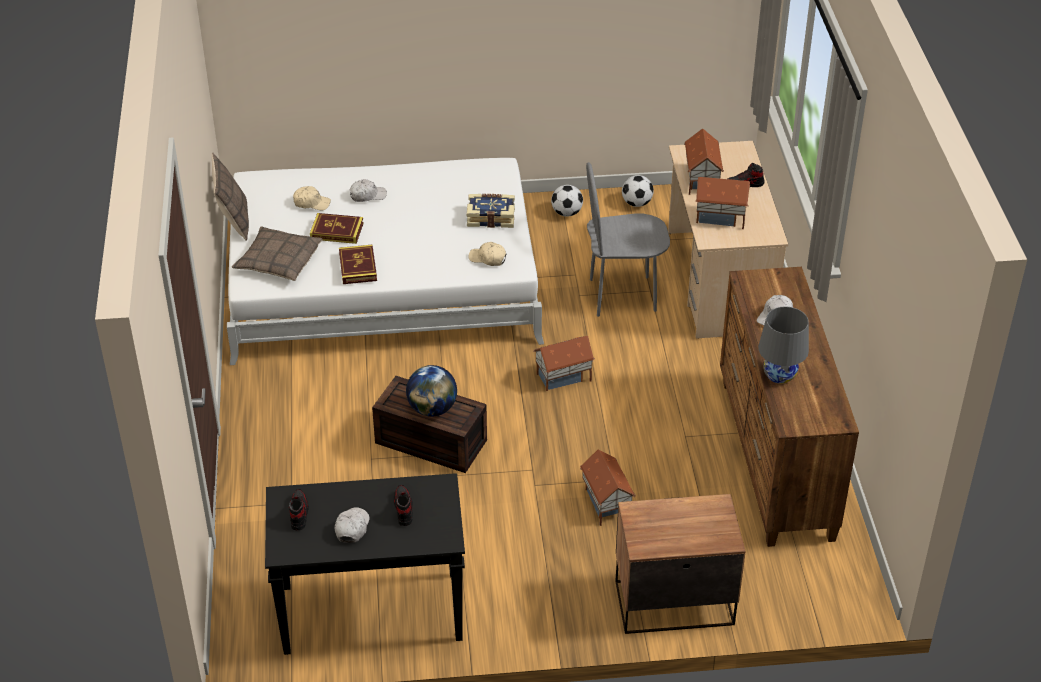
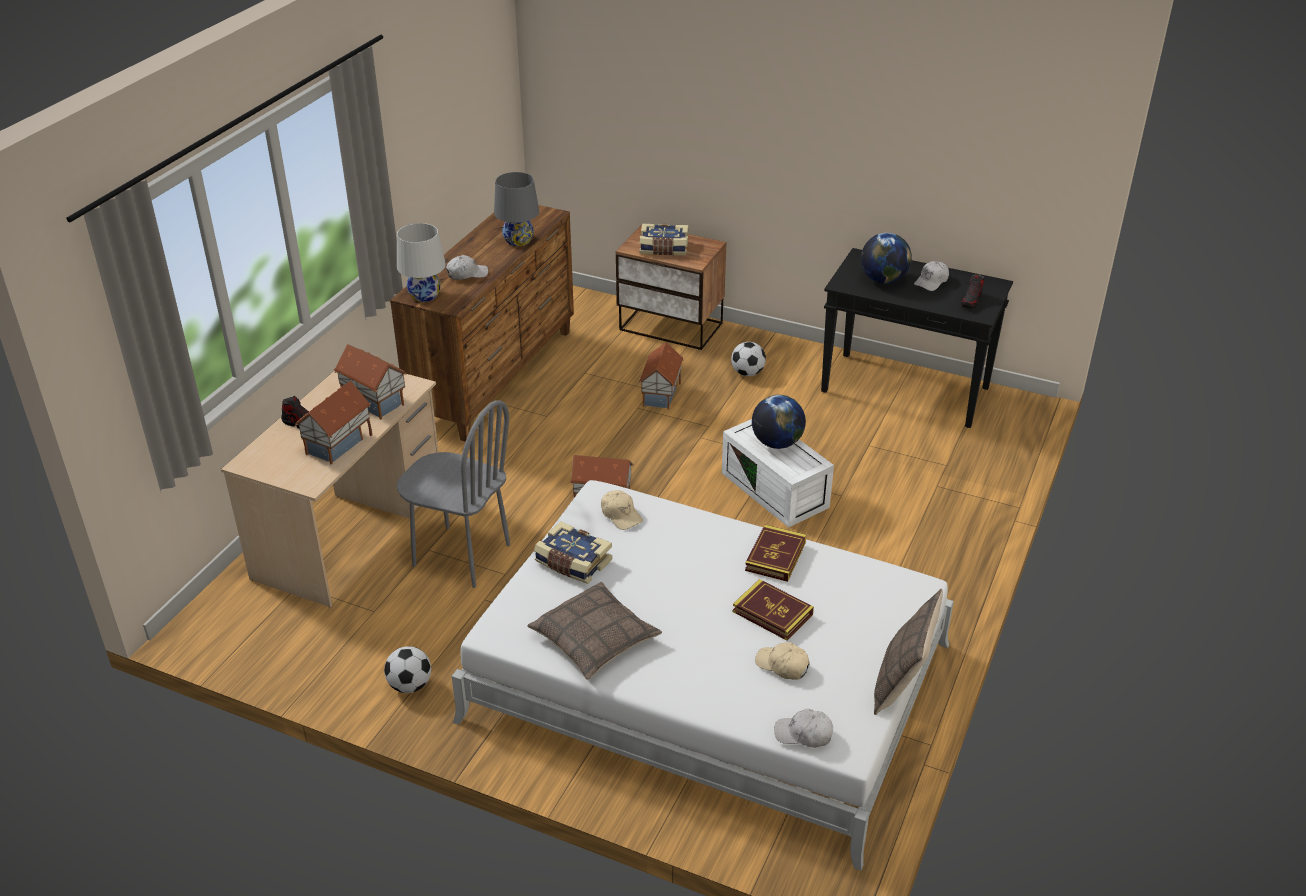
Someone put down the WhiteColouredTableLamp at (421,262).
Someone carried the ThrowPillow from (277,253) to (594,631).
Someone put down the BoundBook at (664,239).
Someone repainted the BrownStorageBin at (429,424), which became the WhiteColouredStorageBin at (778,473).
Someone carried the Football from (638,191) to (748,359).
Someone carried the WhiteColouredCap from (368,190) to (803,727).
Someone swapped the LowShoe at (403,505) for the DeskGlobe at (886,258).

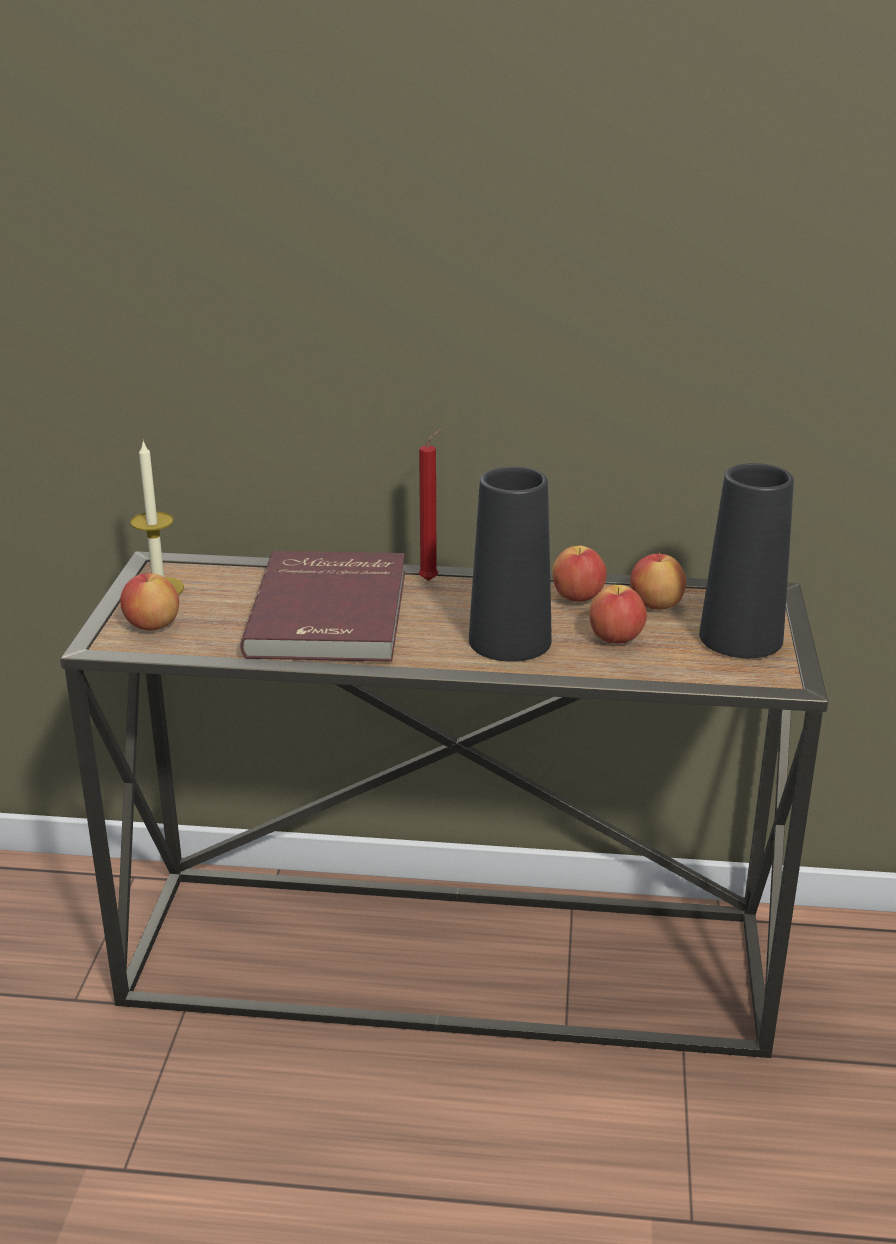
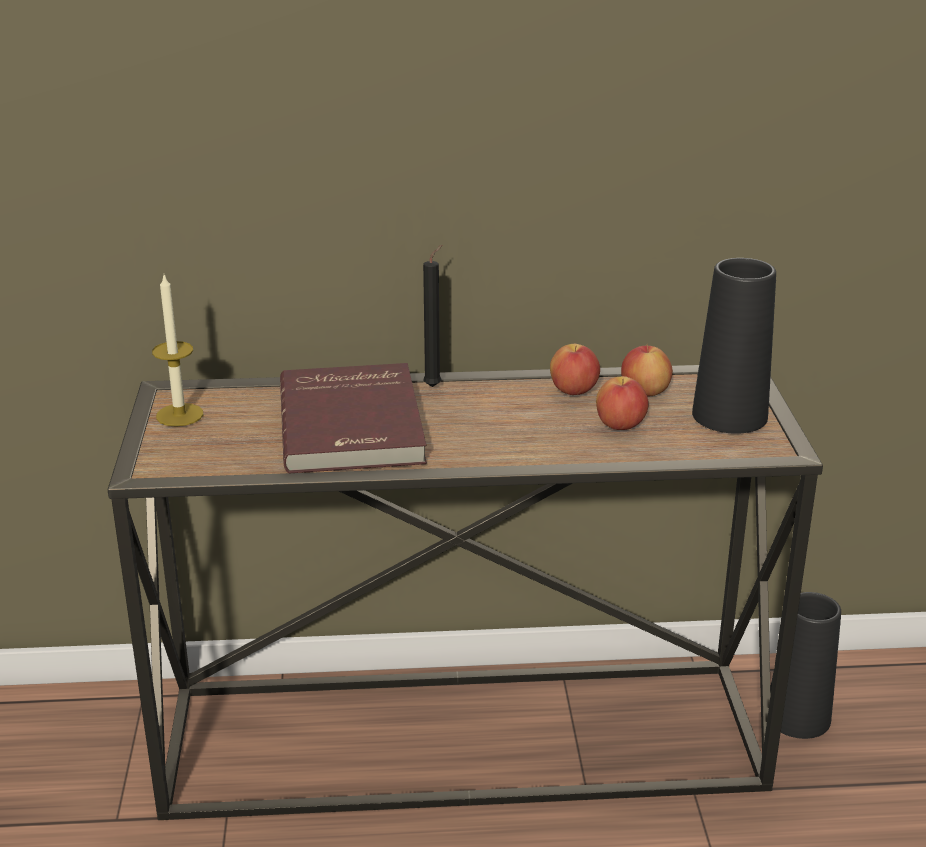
Someone repainted the RedColouredCandle at (430,505), which became the BlackColouredCandle at (433,316).
Someone carried the BlackColouredDecorativeVase from (510,564) to (805,665).
Someone took away the WholeApple at (149,601).

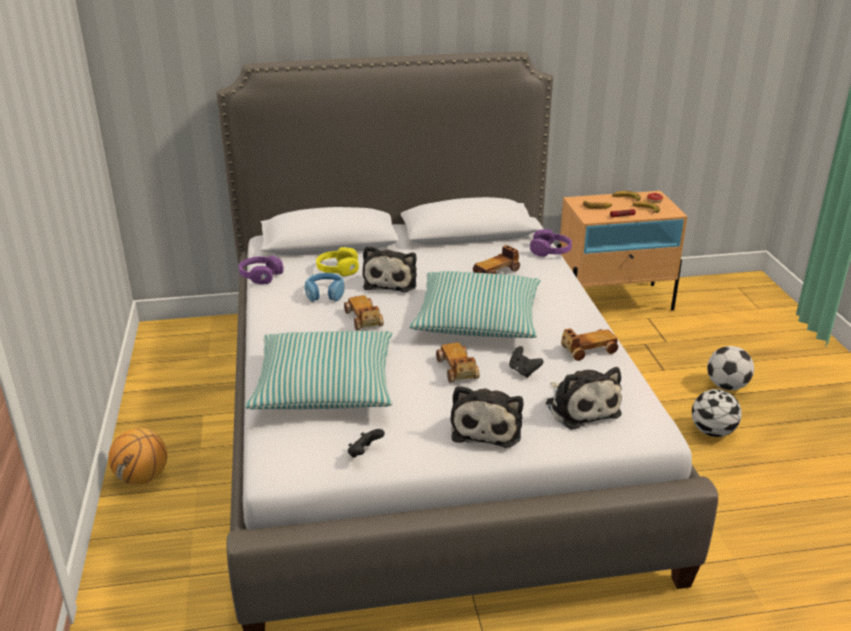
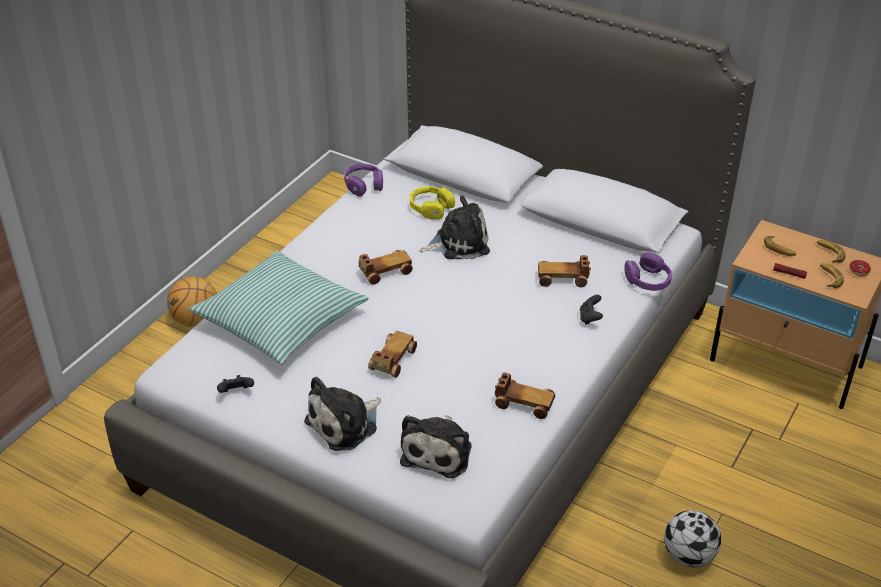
Someone rotated the ModelCar at (364,312) by 45 degrees clockwise.
Someone rotated the PlushToy at (390,269) by 150 degrees counterclockwise.
Someone carried the BlackColouredJoypad from (526,362) to (591,310).
Someone took away the BluishHeadset at (325,287).
Someone took away the ThrowPillow at (475,304).
Someone took away the Football at (730,368).

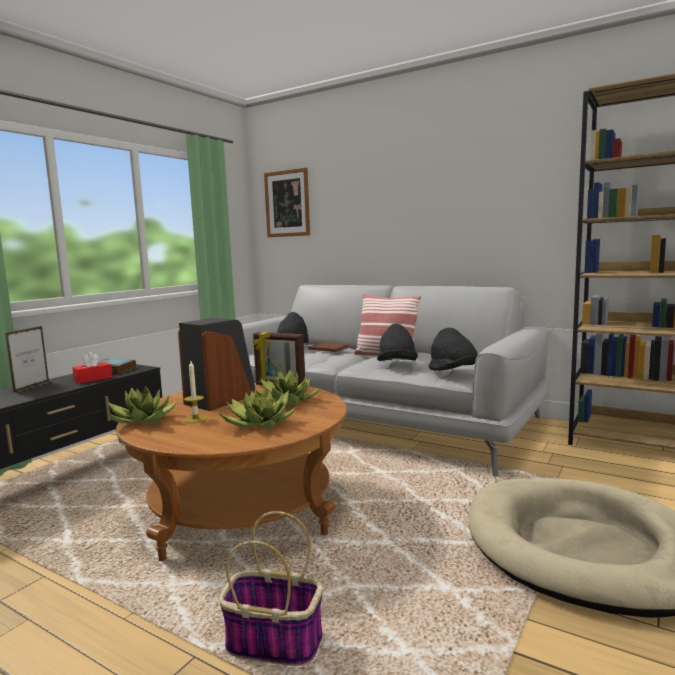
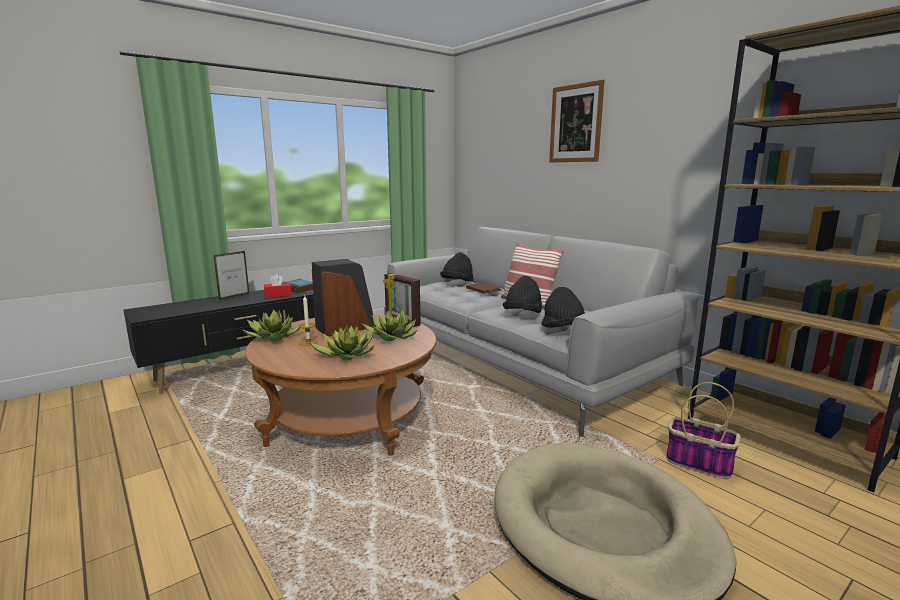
Someone carried the WallArt from (287,202) to (576,121).
Someone carried the Basket from (271,588) to (703,430).

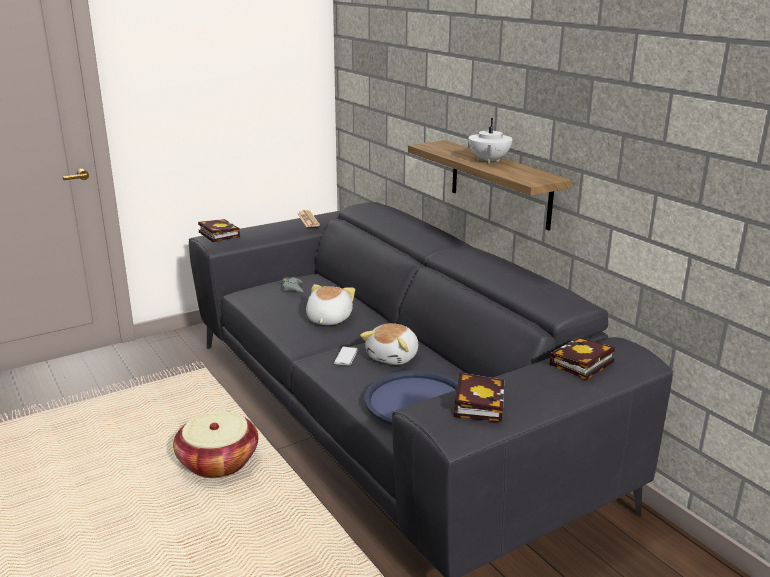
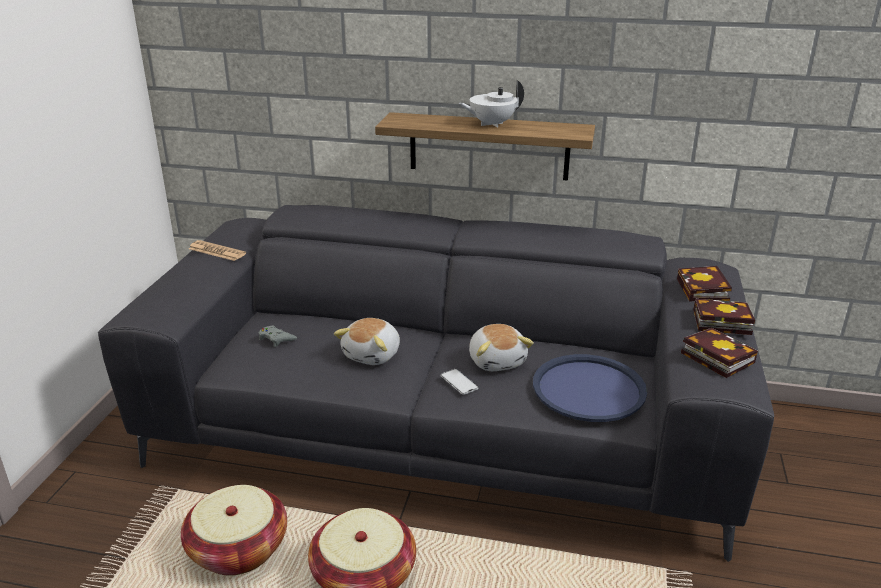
Someone put down the Basket at (234,530).
Someone rotated the PlushToy at (330,304) by 120 degrees counterclockwise.
Someone rotated the WhiteColouredPotForTea at (490,141) by 105 degrees clockwise.
Someone carried the BoundBook from (219,230) to (724,317).

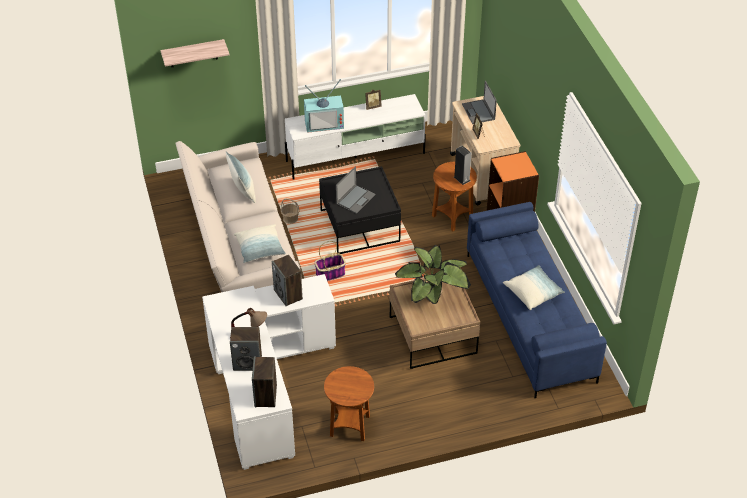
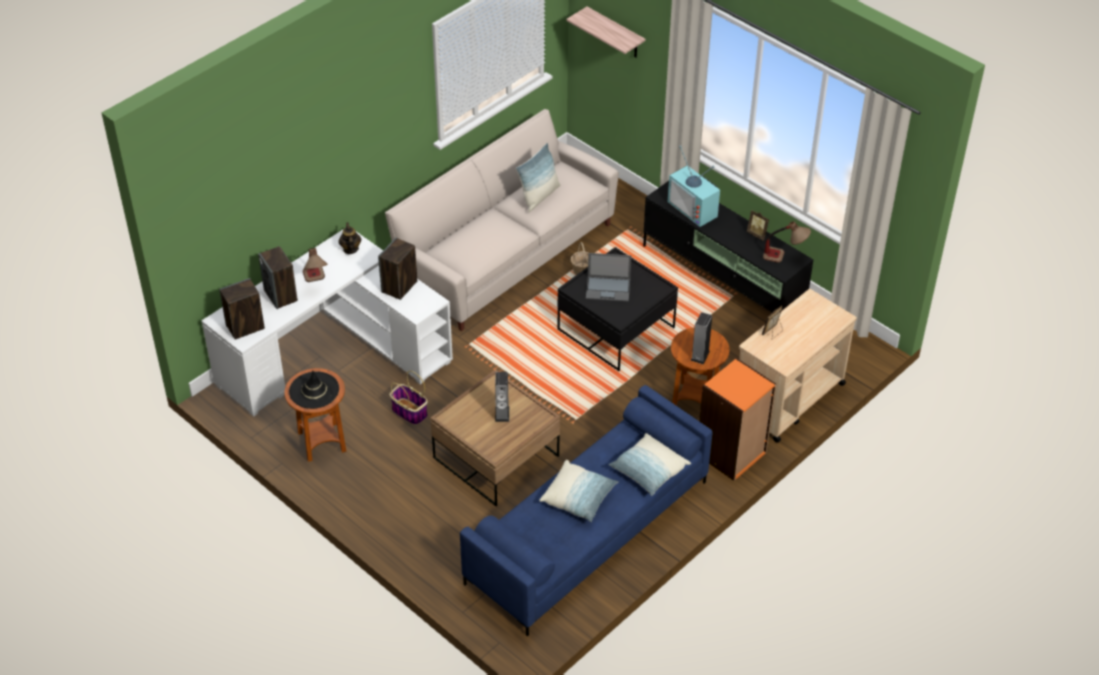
Someone put down the BlackColouredHat at (314,390).
Someone put down the PotForTea at (350,238).
Someone carried the Basket from (330,261) to (409,398).
Someone swapped the PlantInAPot at (433,274) for the Speaker at (502,397).
Someone carried the ThrowPillow from (260,243) to (650,464).
Someone repainted the WhiteColouredMediaConsole at (355,137), which became the BlackColouredMediaConsole at (728,247).
Someone put down the TableLamp at (787,242).
Someone took away the PortableComputer at (479,102).

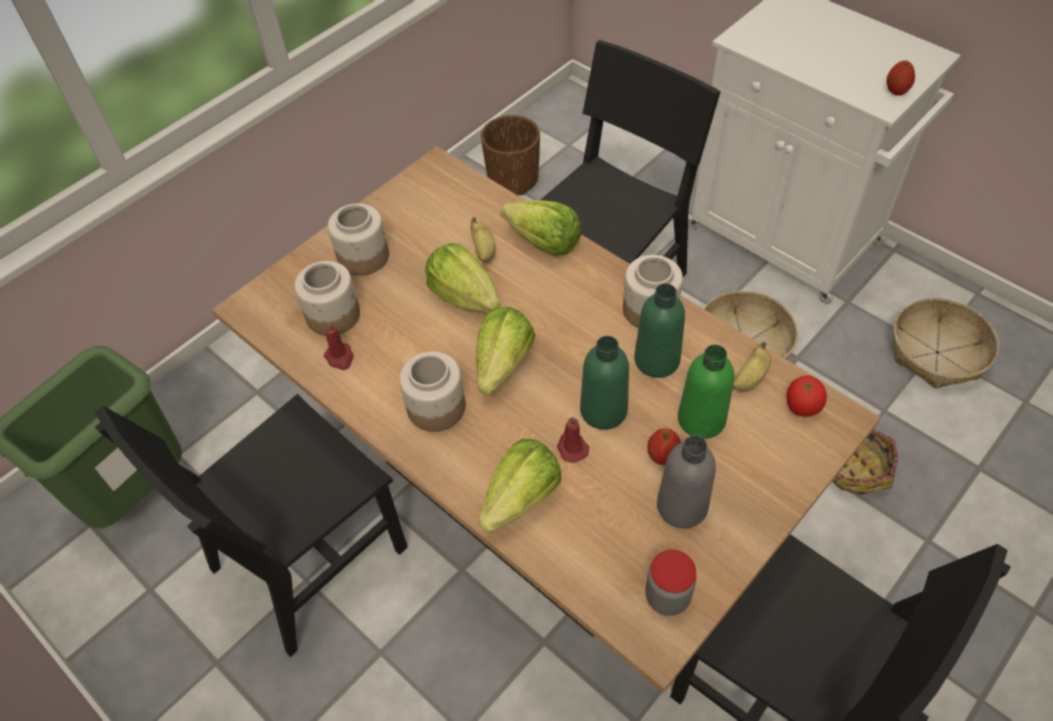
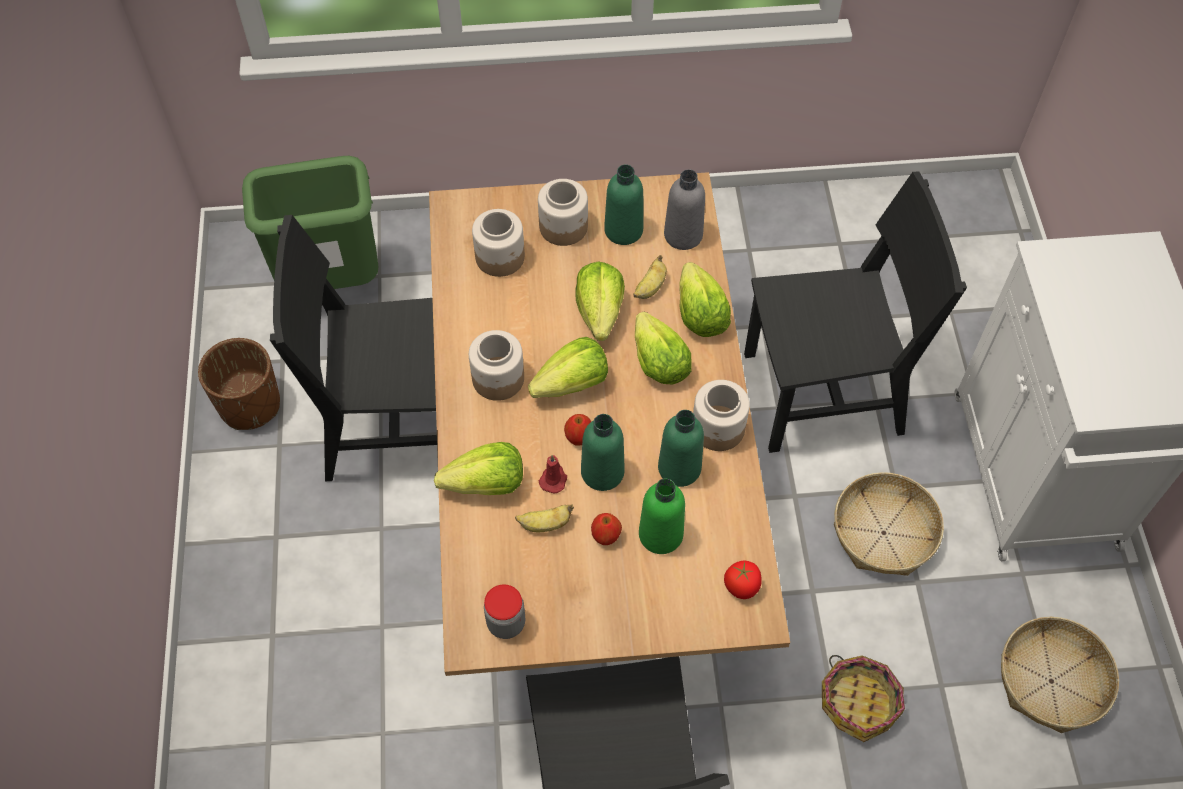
Someone carried the BrownPlantPot from (510,155) to (239,384).
Someone carried the BananaFruit from (752,366) to (544,518).
Someone carried the WholeApple from (901,77) to (577,430).
Someone put down the GreenishBeverageBottle at (623,204).
Someone put down the Lettuce at (663,348).
Someone carried the GreyBeverageBottle from (686,481) to (684,209).
Someone took away the RedColouredCandle at (338,346).

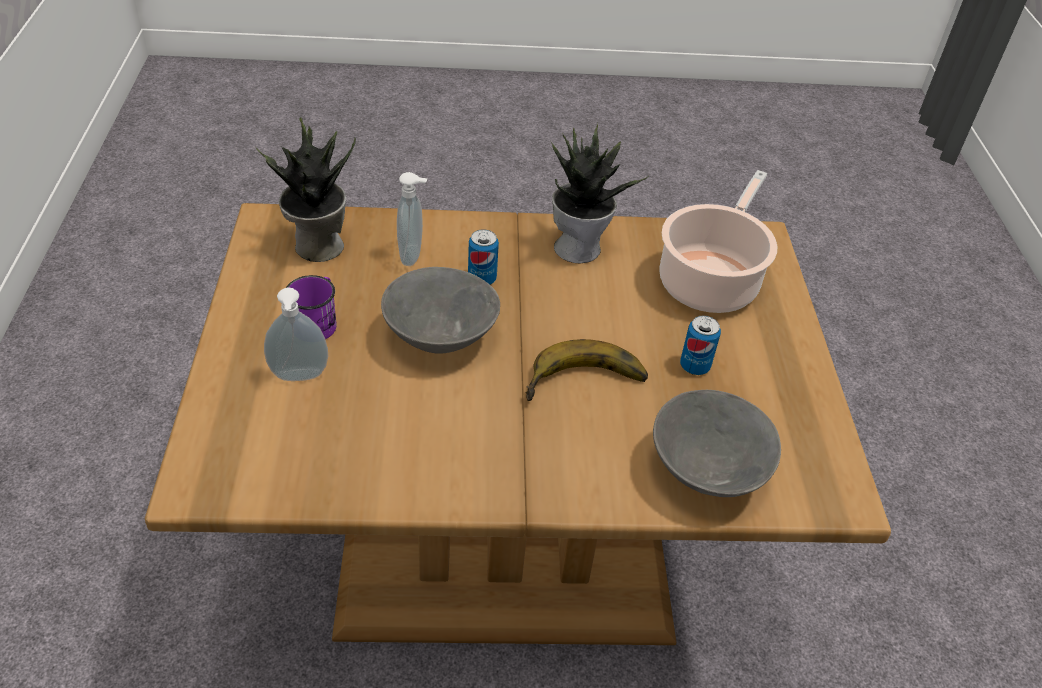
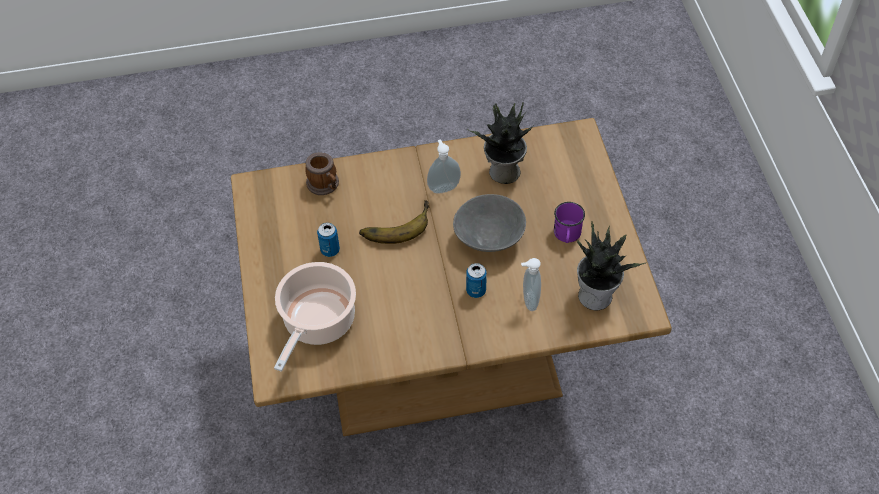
Someone swapped the GreyServingBowl at (717,443) for the Mug at (322,174).
Someone carried the SoapBottle from (296,334) to (444,166).
Someone carried the PlantInAPot from (599,193) to (500,143).

